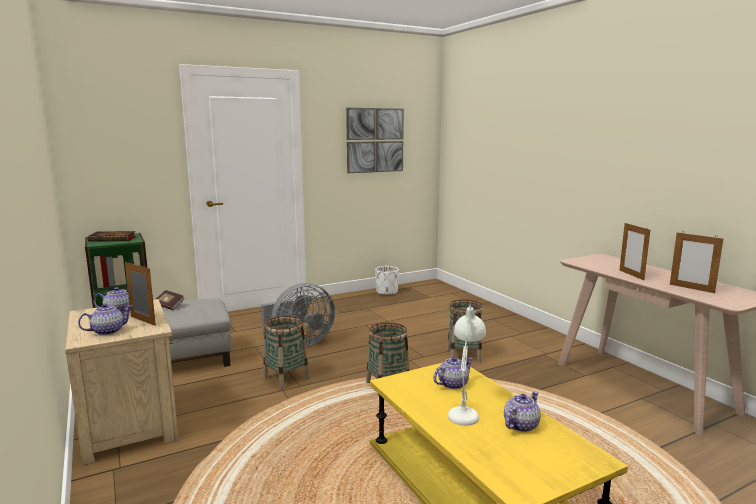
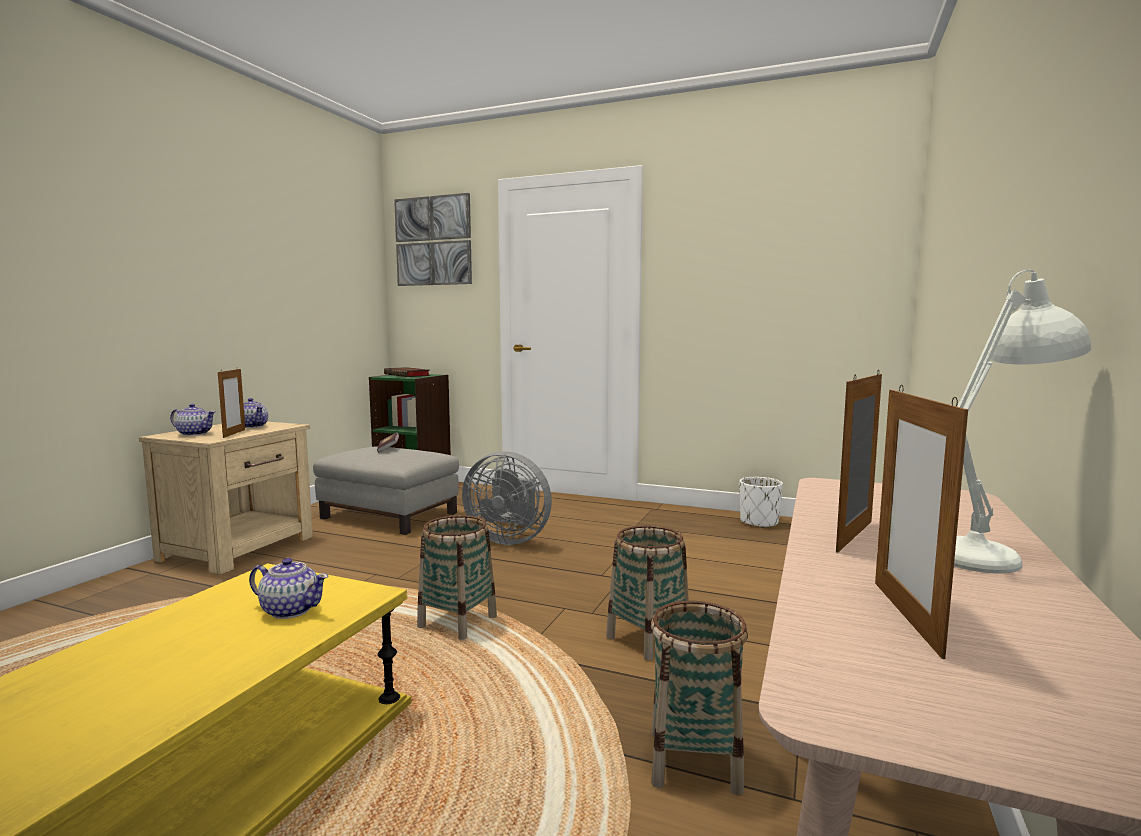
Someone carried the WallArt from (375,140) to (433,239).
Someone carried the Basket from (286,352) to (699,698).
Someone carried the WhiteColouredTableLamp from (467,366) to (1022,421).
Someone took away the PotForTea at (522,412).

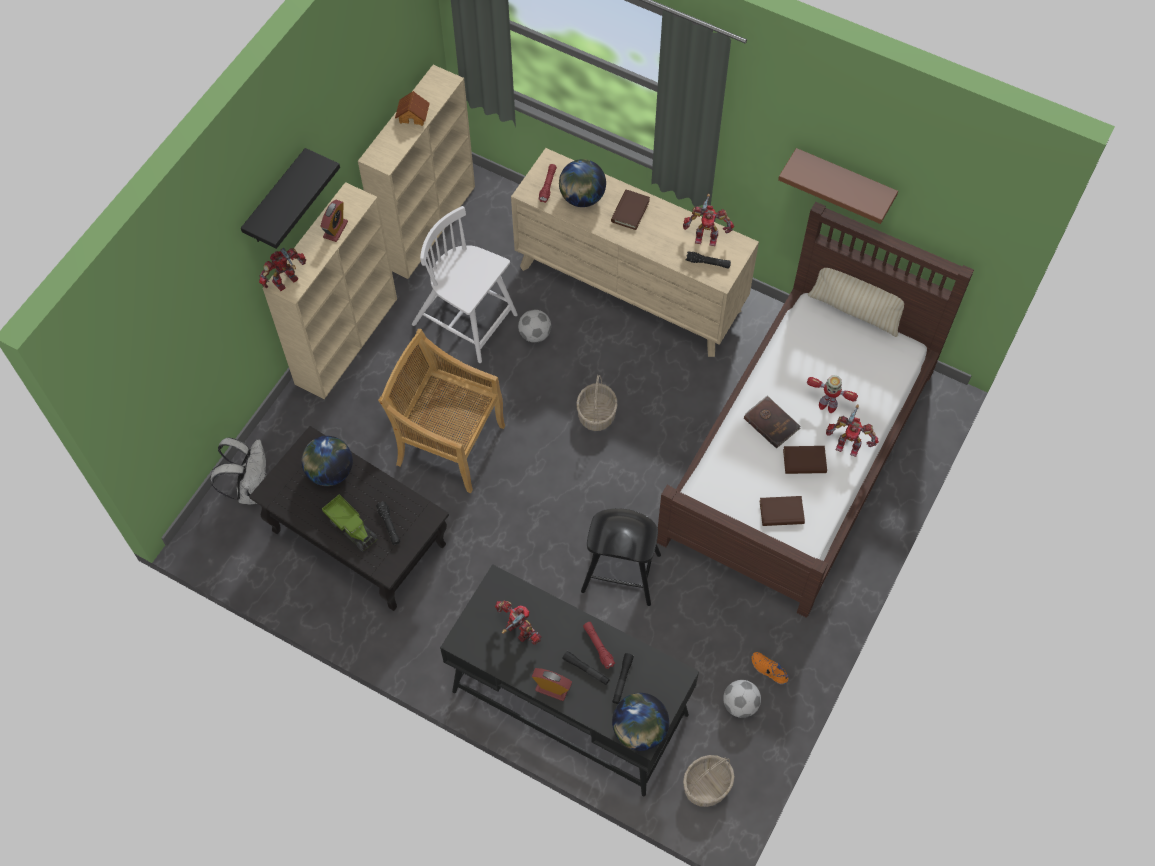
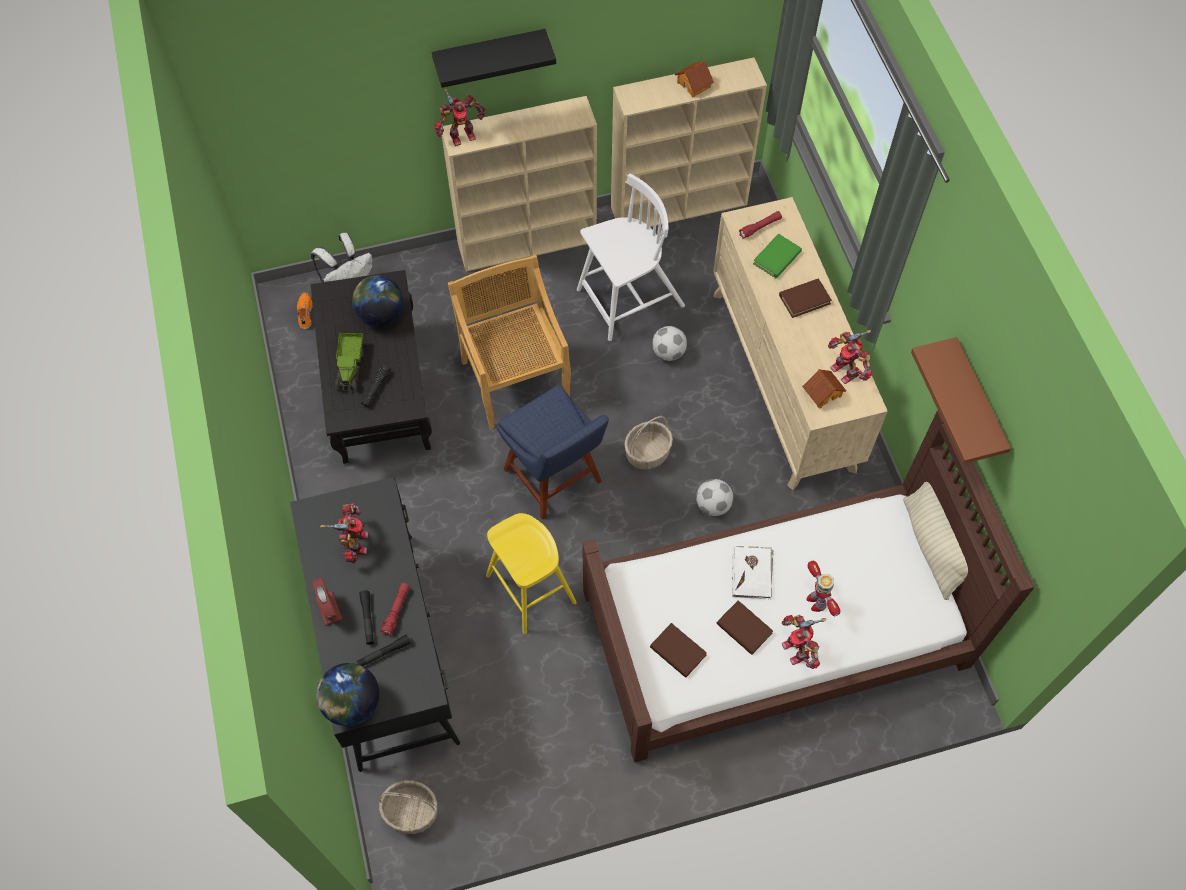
Someone carried the OrangeyLowShoe from (770,668) to (305,311).
Someone rotated the RobotFigure at (282,269) by 150 degrees clockwise.
Someone repainted the BlackColouredSittingStool at (621,557), which became the YellowishSittingStool at (531,573).
Someone put down the BluishChair at (553,452).
Someone rotated the WhiteColouredChair at (465,284) by 75 degrees clockwise.
Someone carried the Football from (742,699) to (714,497).
Someone repainted the BrownBoundBook at (772,422), which became the WhiteColouredBoundBook at (752,572).
Someone swapped the DeskGlobe at (582,183) for the GreenishBoundBook at (777,256).
Someone swapped the BlackColouredHandTorch at (708,259) for the ModelHouse at (824,388).
Someone took away the BedsideClock at (334,221).

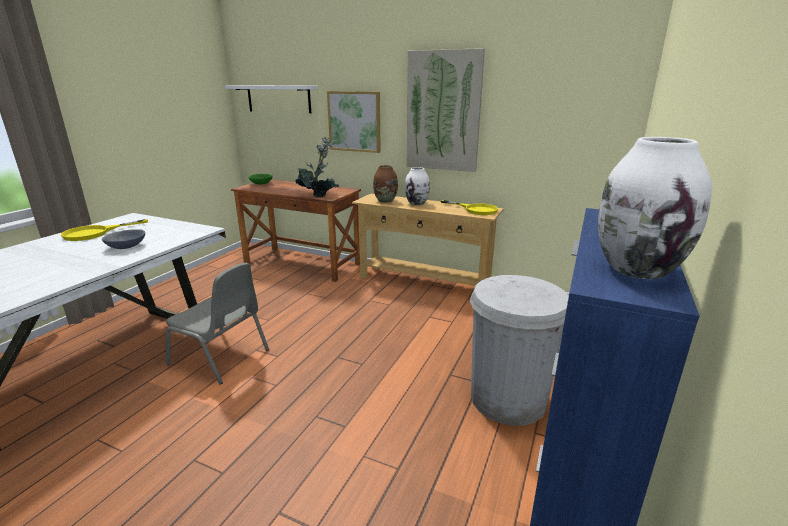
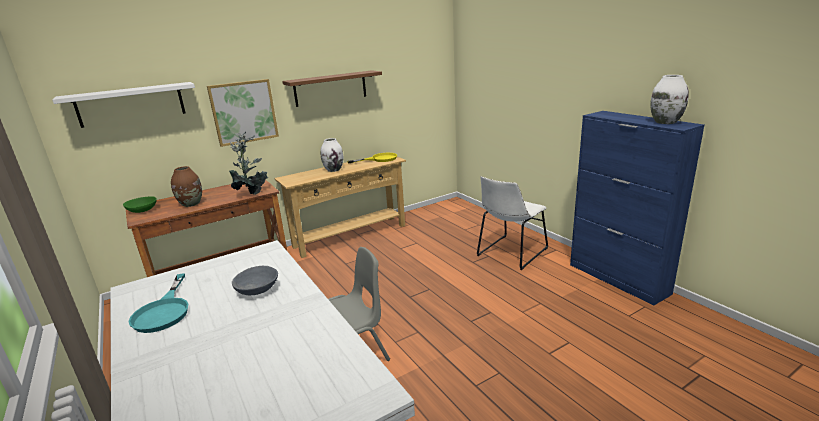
Someone repainted the YellowishFryingPan at (104,230), which became the BlueGreenFryingPan at (158,303).
Someone carried the BrownDecorativeVase from (385,184) to (186,186).
Someone swapped the WallArt at (446,110) for the BrownShelf at (332,88).
Someone swapped the WhiteColouredRubbishBin at (519,350) for the WhiteColouredChair at (512,223).

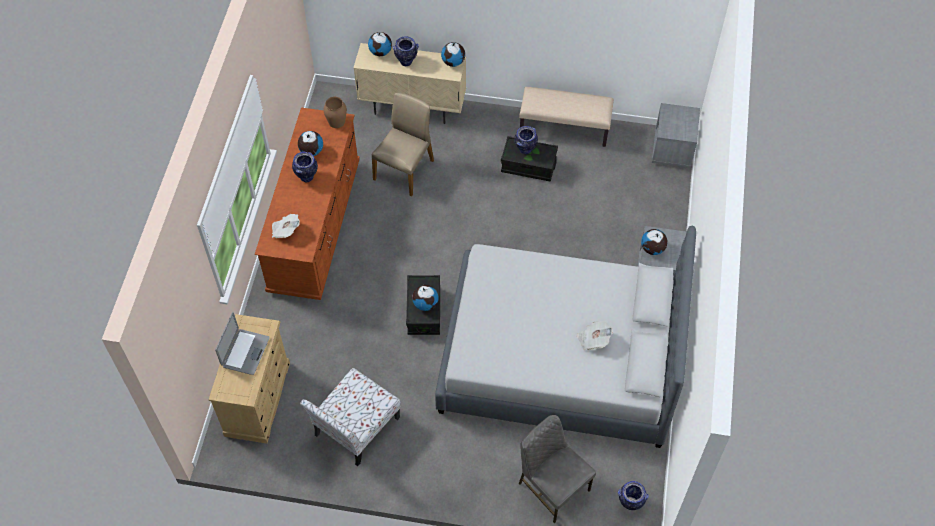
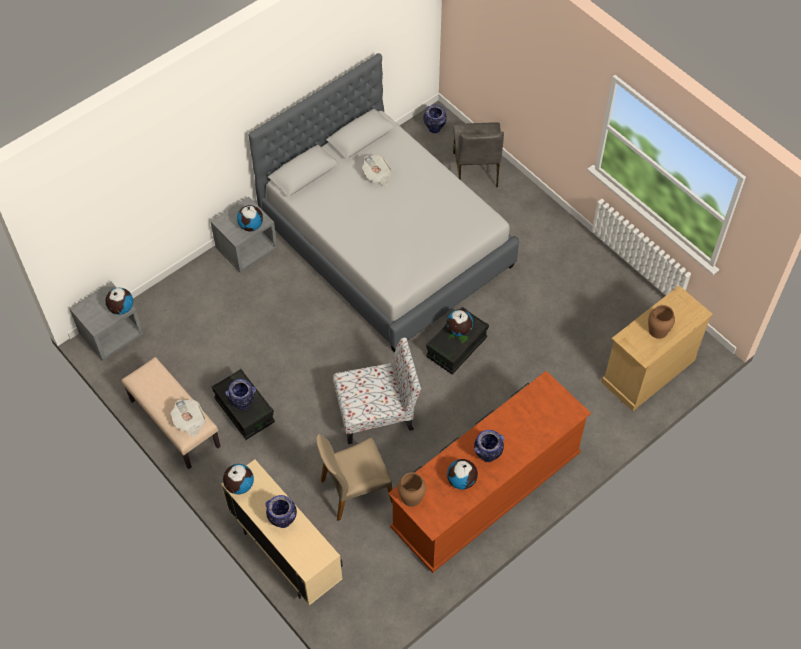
Someone carried the DeskGlobe from (380,44) to (119,301).
Someone carried the DailyPaper from (286,226) to (189,418).
Someone carried the Chair from (350,417) to (377,391).
Someone swapped the PortableComputer at (242,343) for the BrownDecorativeVase at (661,322).

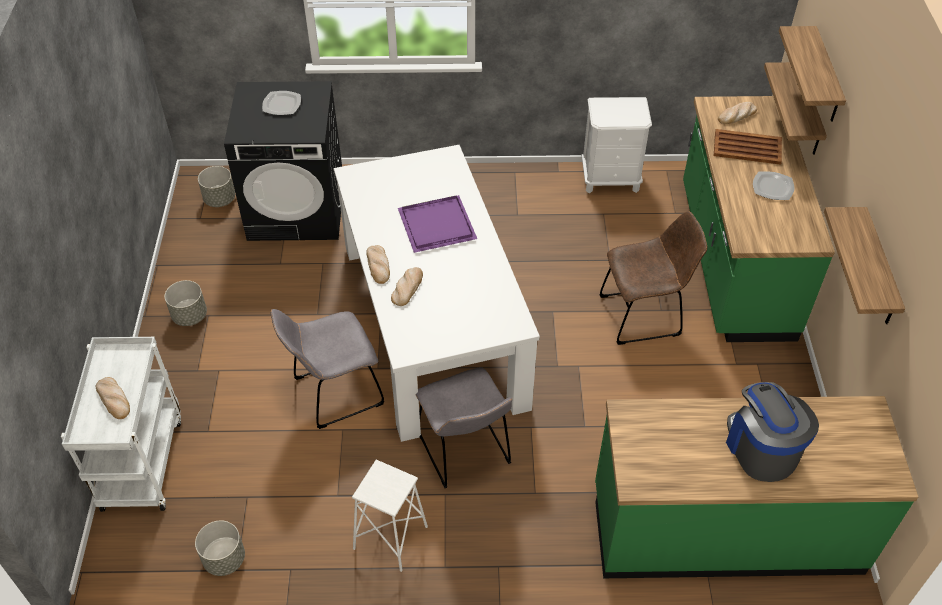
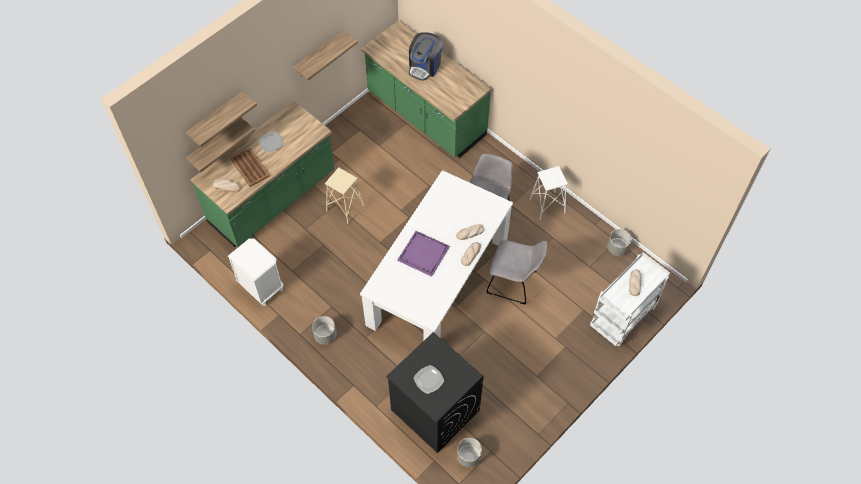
Someone carried the GreyPlantPot from (185,303) to (324,330).
Someone swapped the BrownChair at (654,278) for the SandColouredSittingStool at (344,195).

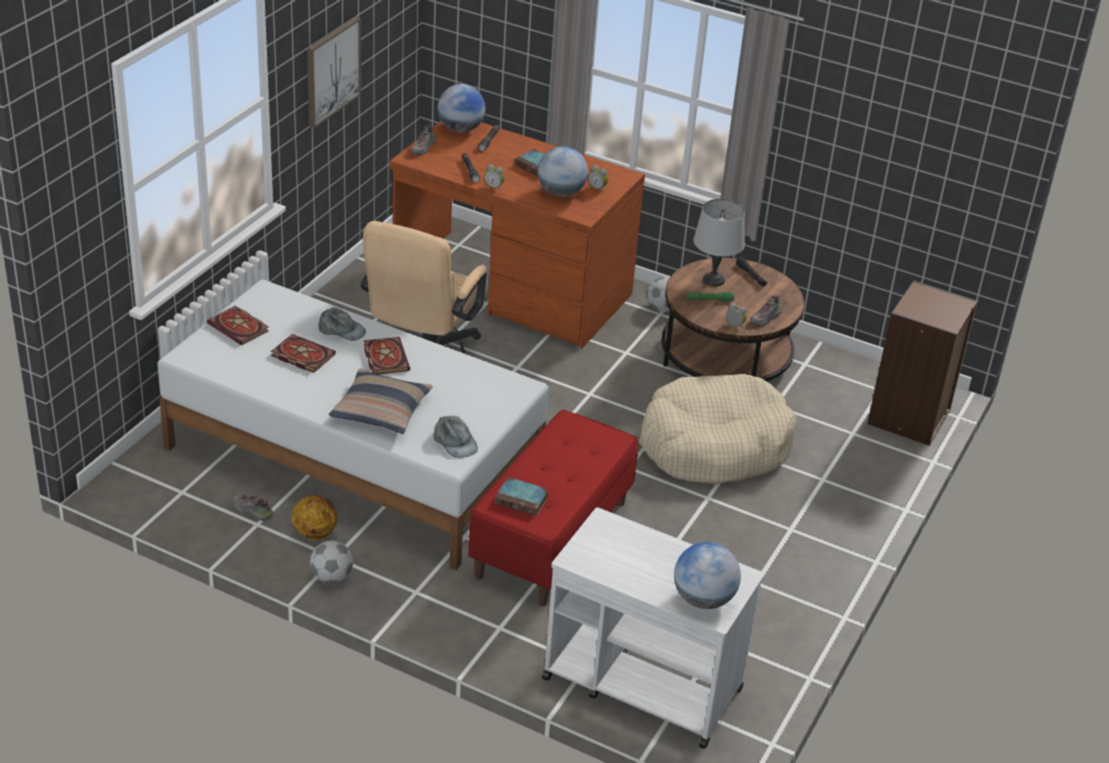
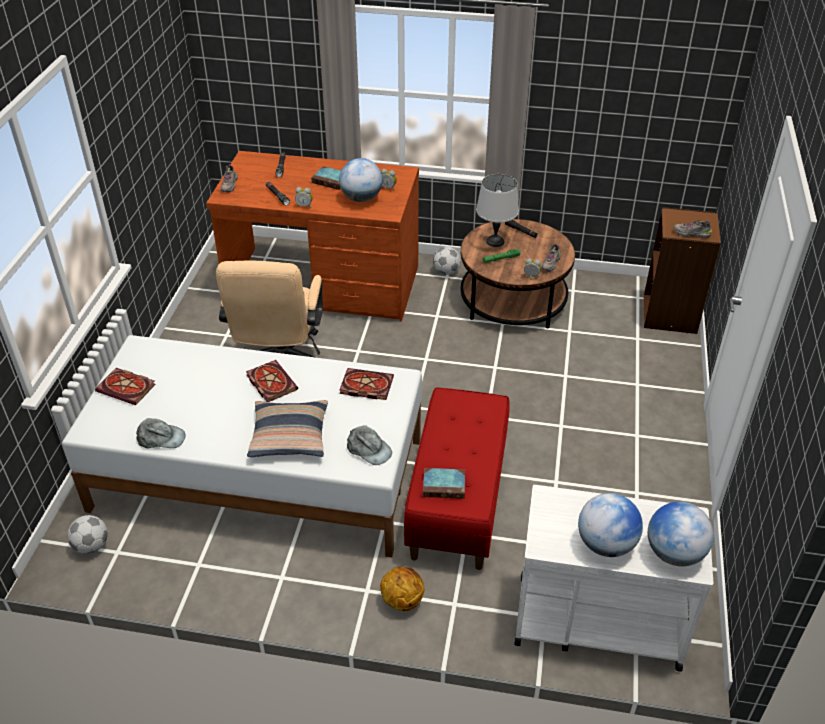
Someone carried the Football from (331,562) to (87,534).
Someone carried the GreyCap from (342,324) to (160,433).
Someone carried the BoundBook from (303,353) to (367,384).
Someone carried the BallForBasketball from (314,518) to (402,589).
Someone carried the DeskGlobe from (461,108) to (610,525).
Someone carried the LowShoe from (253,507) to (693,229).
Someone took away the WallArt at (334,72).
Someone took away the SandColouredDogBed at (718,429).

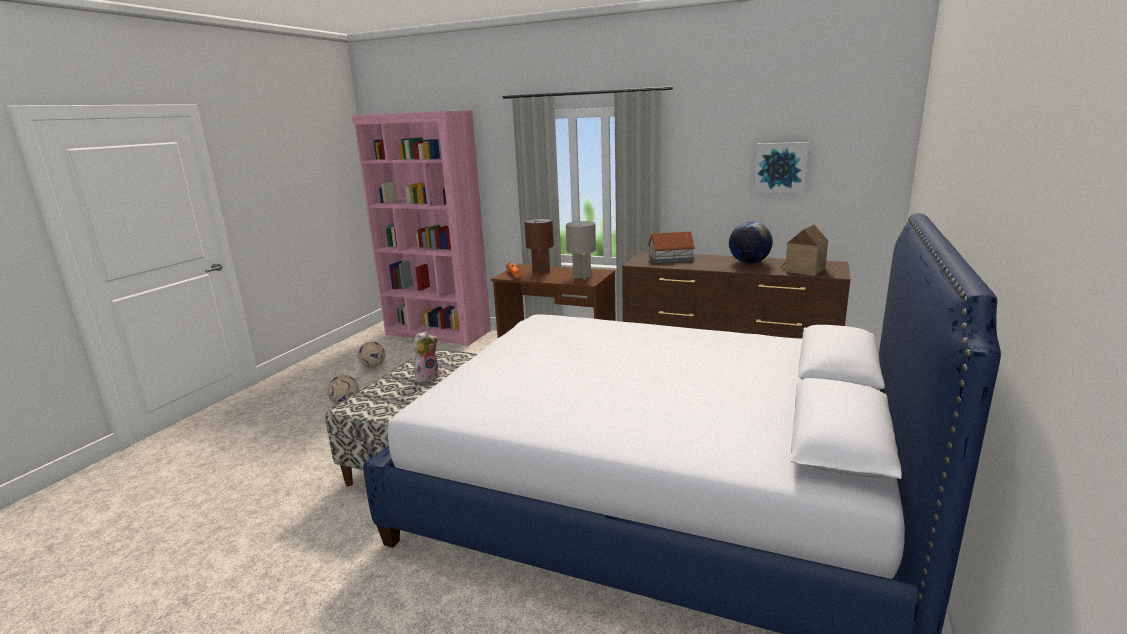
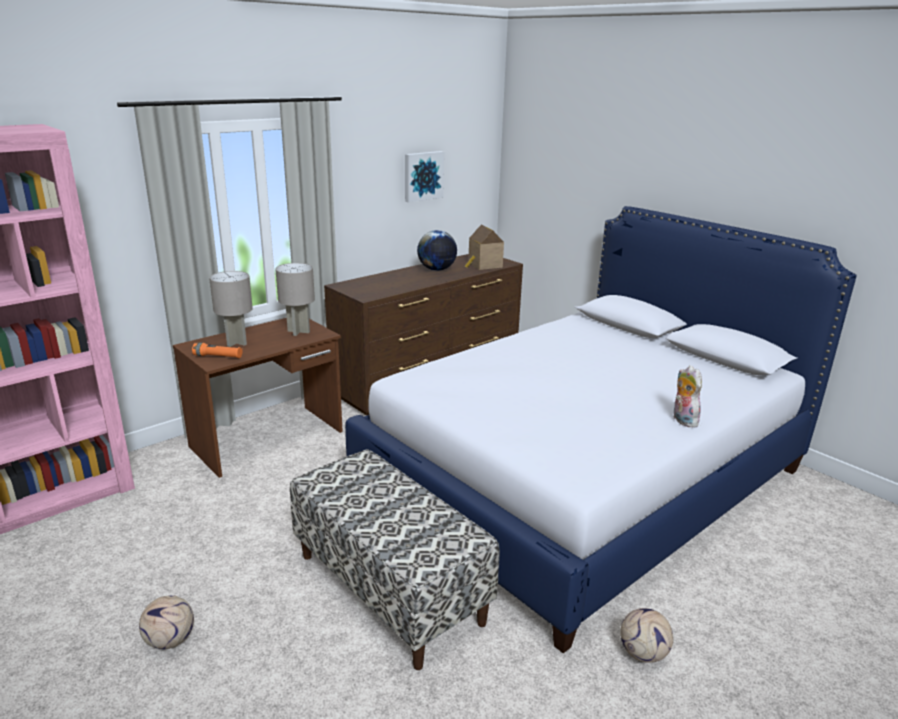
Someone repainted the BrownTableLamp at (539,246), which became the GreyTableLamp at (231,309).
Someone carried the Football from (371,355) to (646,635).
Someone carried the PlushToy from (426,357) to (688,396).
Someone took away the ModelHouse at (671,247).

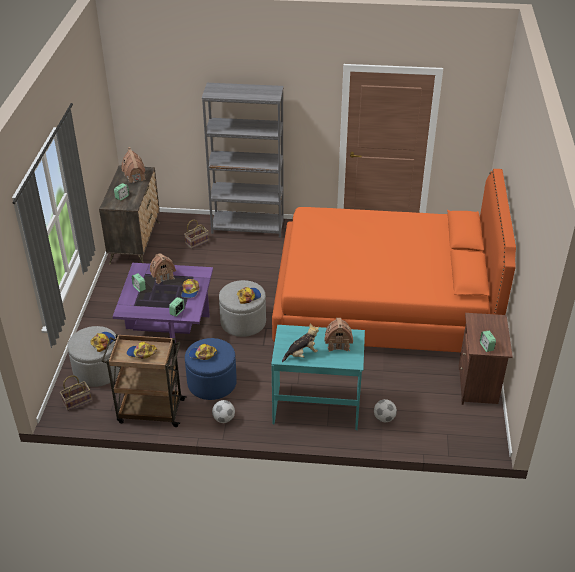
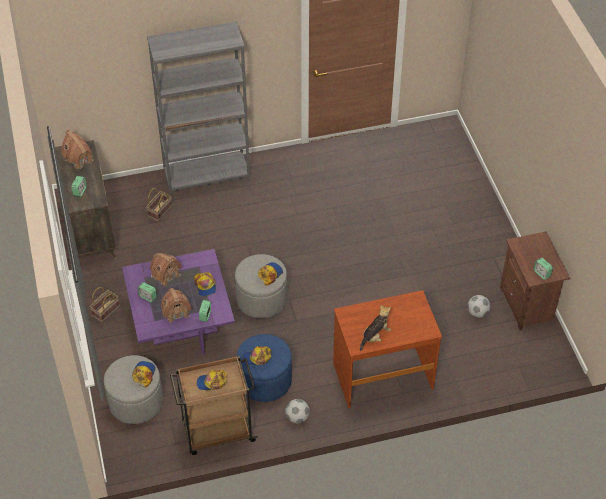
Someone carried the Basket from (76,393) to (105,305).
Someone carried the ModelHouse from (338,335) to (176,305).
Someone repainted the BlueGreenDeskTable at (318,377), which became the BrownDeskTable at (387,349).
Someone carried the Football from (385,410) to (479,306).
Someone took away the OrangeyBed at (394,260).

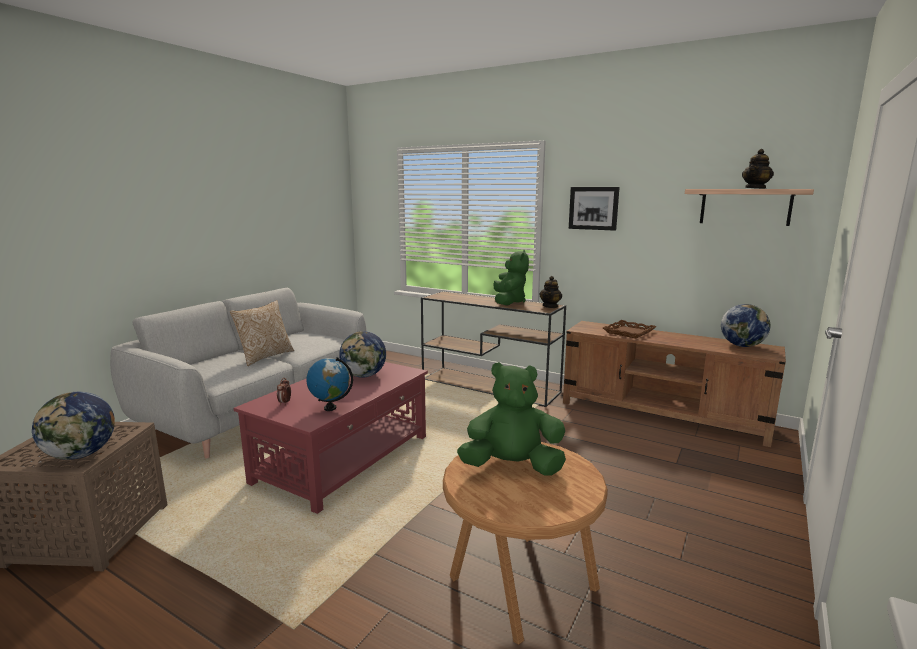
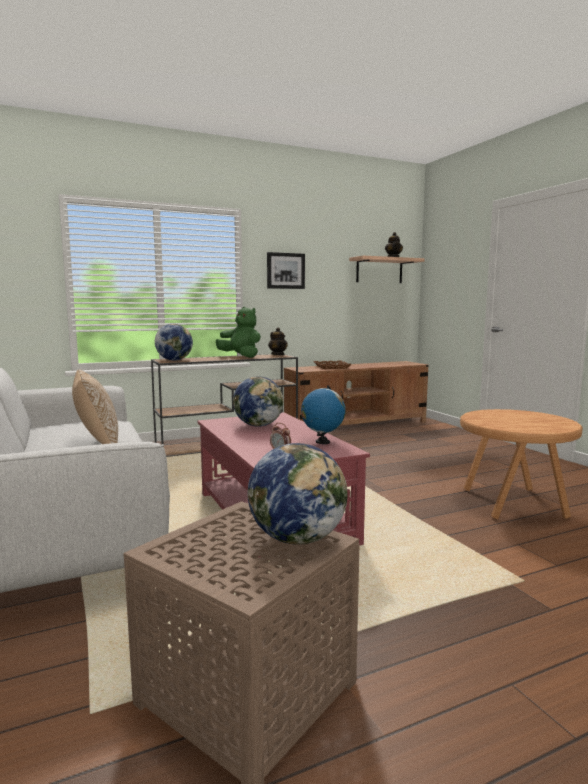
Someone carried the DeskGlobe from (745,325) to (174,342).
Someone took away the GreenishPlushToy at (511,419).

